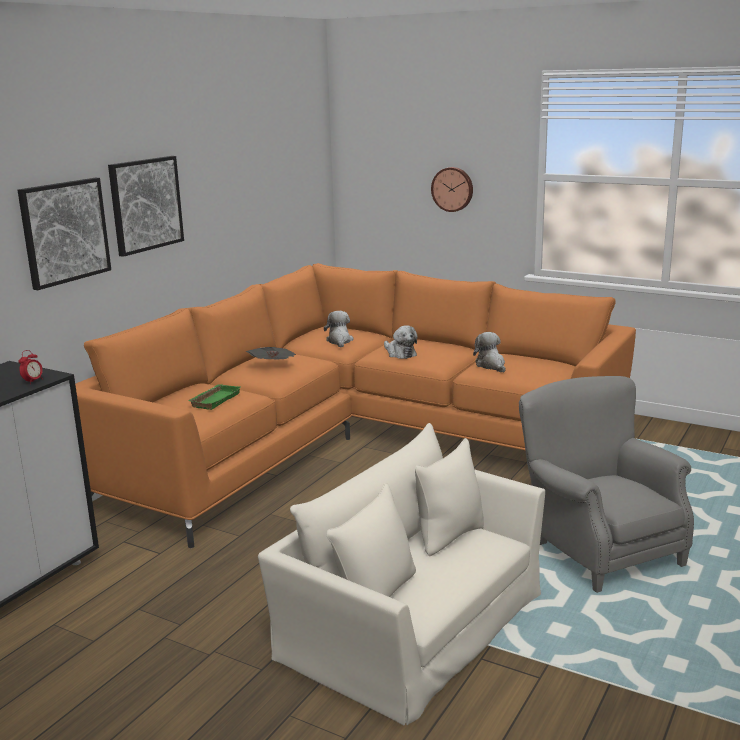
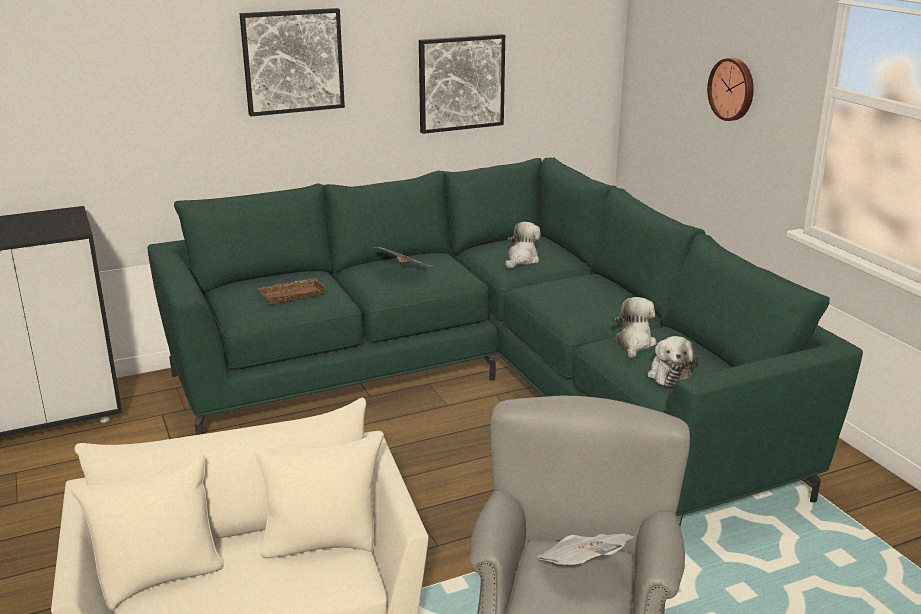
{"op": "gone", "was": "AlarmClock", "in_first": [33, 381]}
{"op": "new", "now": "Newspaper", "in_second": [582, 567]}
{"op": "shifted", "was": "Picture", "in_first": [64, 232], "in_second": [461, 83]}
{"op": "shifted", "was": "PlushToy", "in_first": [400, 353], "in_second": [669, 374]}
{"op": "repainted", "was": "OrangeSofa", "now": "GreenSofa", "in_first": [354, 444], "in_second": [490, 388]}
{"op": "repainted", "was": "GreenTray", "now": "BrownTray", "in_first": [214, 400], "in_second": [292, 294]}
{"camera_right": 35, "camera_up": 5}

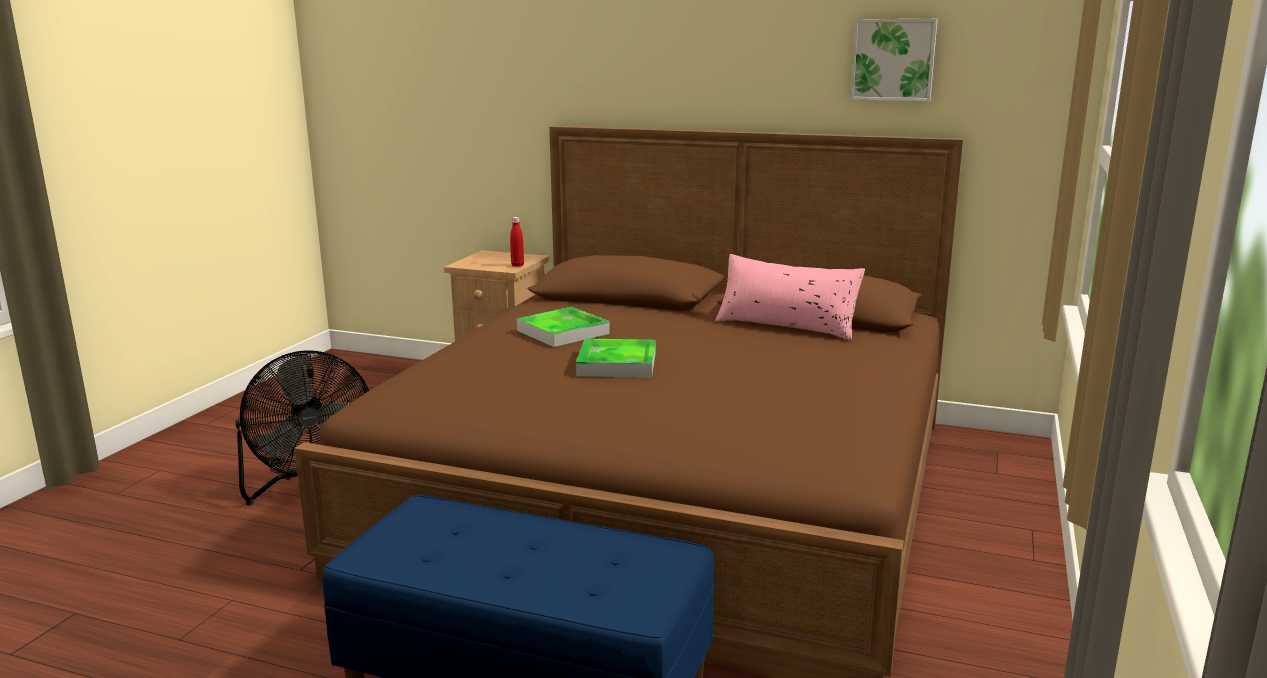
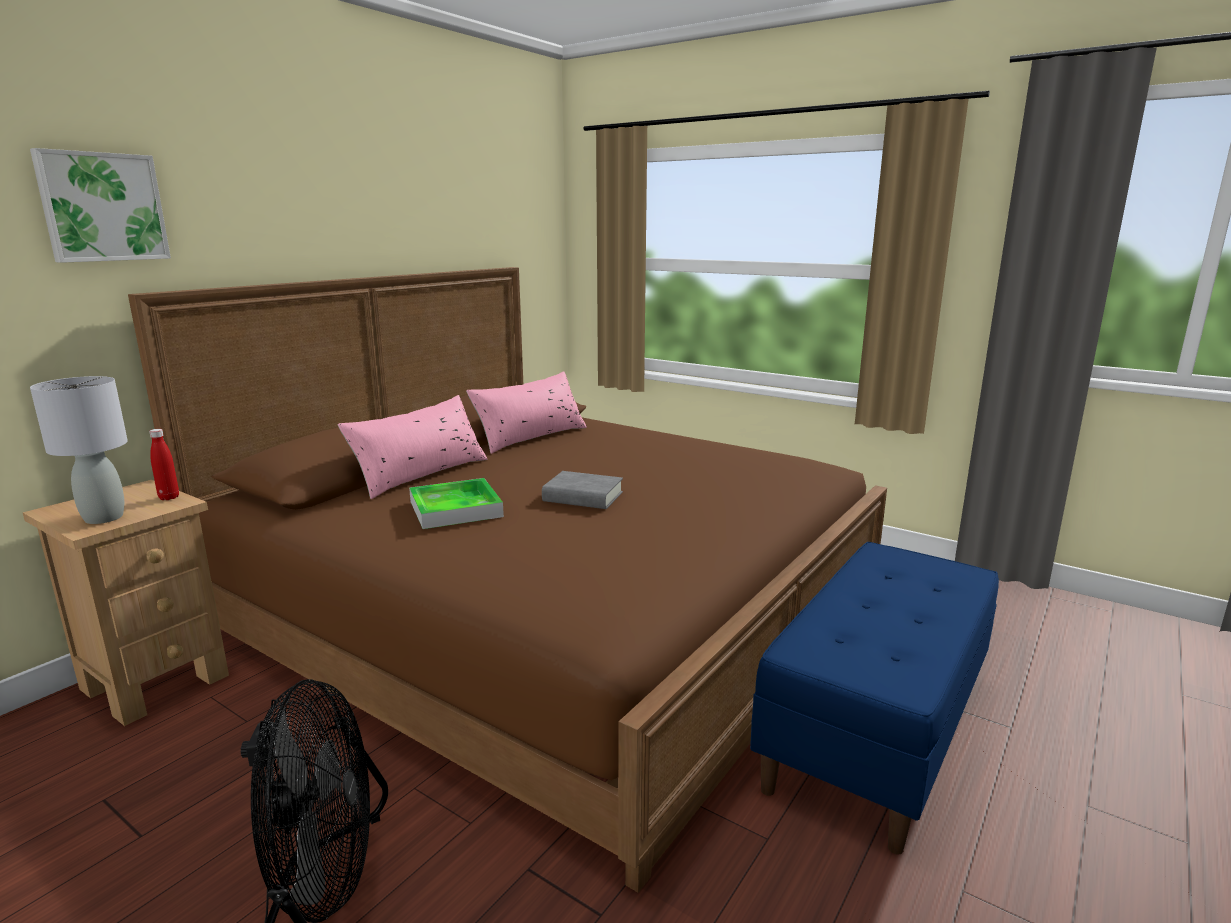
{"op": "new", "now": "GreyTableLamp", "in_second": [105, 517]}
{"op": "new", "now": "PinkPillow", "in_second": [421, 474]}
{"op": "shifted", "was": "Picture", "in_first": [893, 59], "in_second": [102, 207]}
{"op": "swapped", "was": "Tray", "now": "GreyBook", "in_first": [617, 364], "in_second": [583, 497]}
{"camera_right": -75, "camera_up": 0}

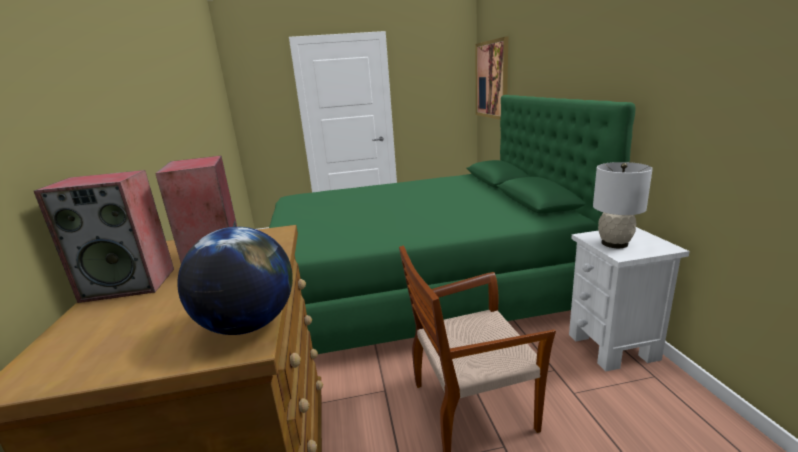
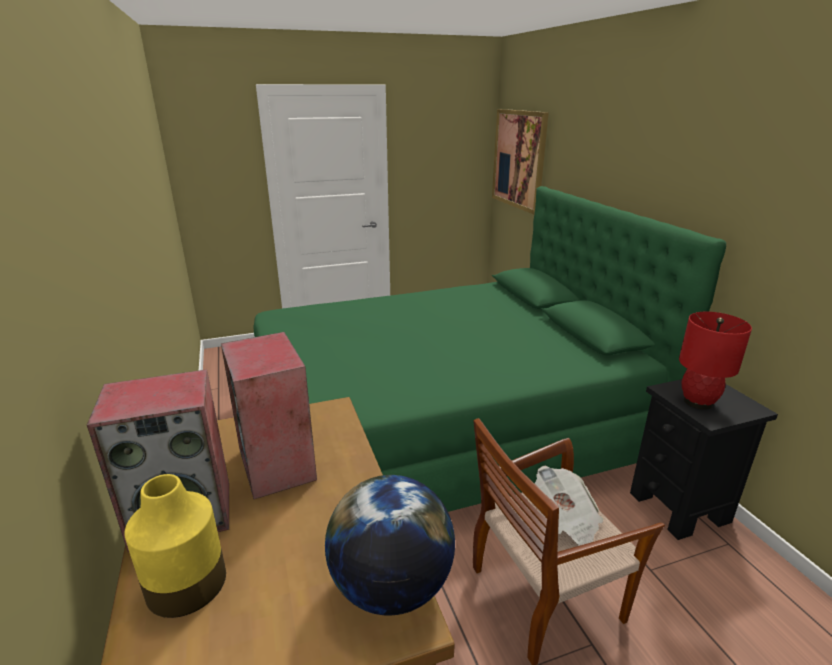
{"op": "new", "now": "YellowVase", "in_second": [186, 582]}
{"op": "new", "now": "Newspaper", "in_second": [565, 520]}
{"op": "repainted", "was": "WhiteNightstand", "now": "BlackNightstand", "in_first": [612, 347], "in_second": [678, 508]}
{"op": "repainted", "was": "WhiteTableLamp", "now": "RedTableLamp", "in_first": [614, 243], "in_second": [697, 402]}
{"camera_right": -10, "camera_up": 5}

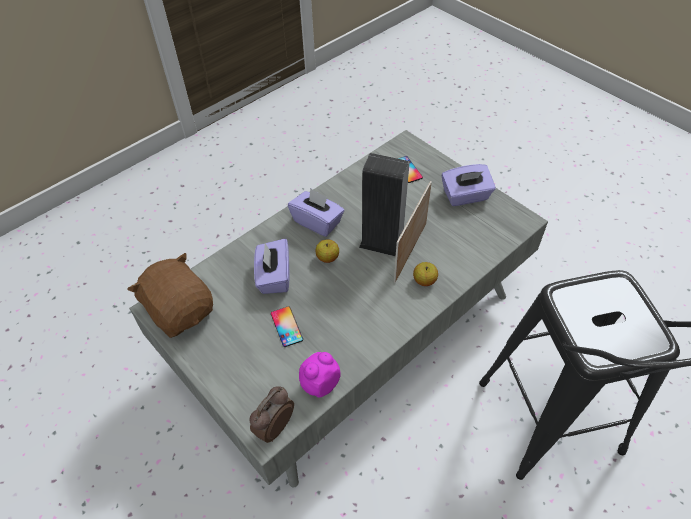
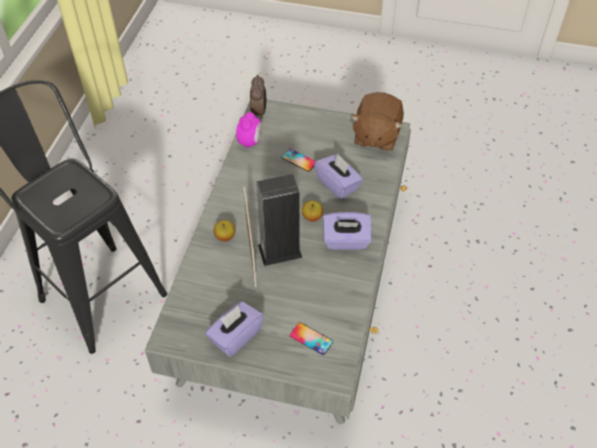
{"op": "rotated", "was": "BrownPlushToy", "in_first": [181, 311], "in_second": [376, 136], "clockwise": 90}
{"camera_right": 145, "camera_up": 0}

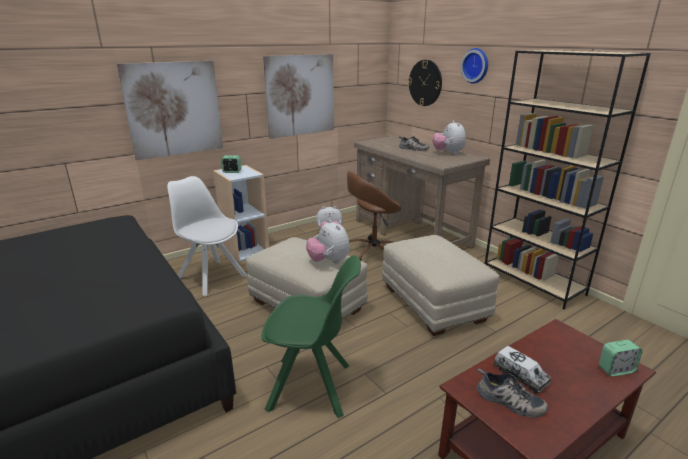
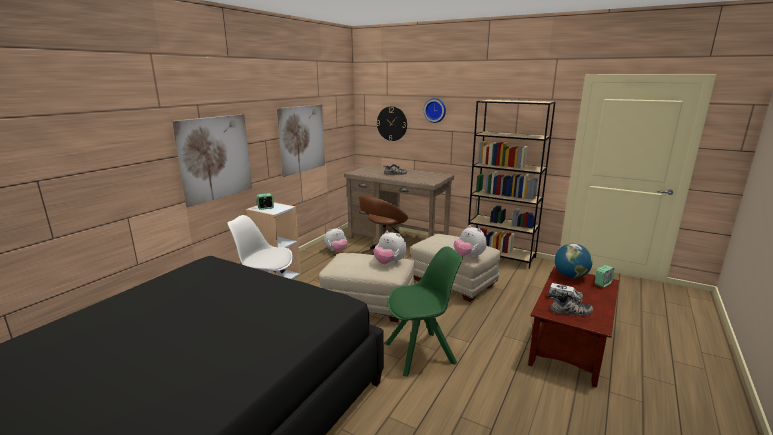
{"op": "new", "now": "Globe", "in_second": [570, 276]}
{"op": "shifted", "was": "PlushToy", "in_first": [448, 153], "in_second": [469, 256]}
{"camera_right": -25, "camera_up": -5}

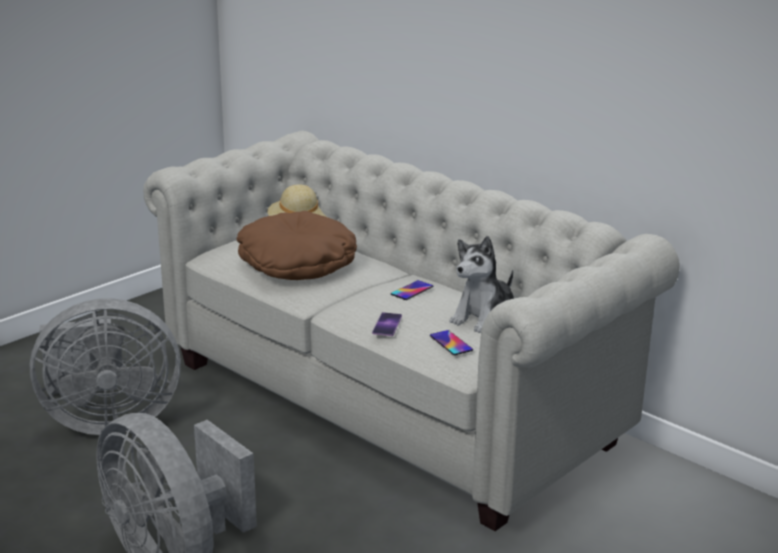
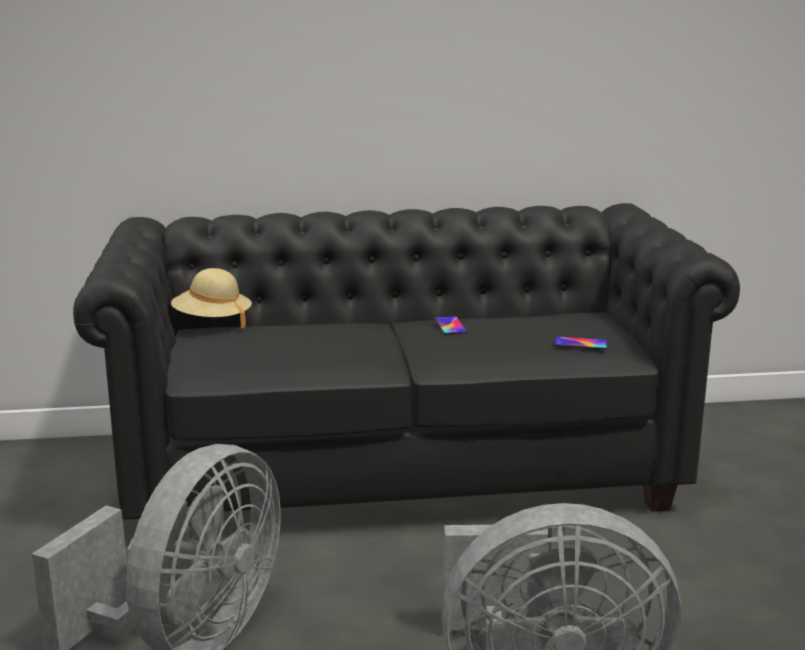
{"op": "gone", "was": "BrownPillow", "in_first": [299, 264]}
{"op": "gone", "was": "Phone", "in_first": [387, 324]}
{"op": "gone", "was": "PlushToy", "in_first": [485, 318]}
{"op": "repainted", "was": "WhiteSofa", "now": "BlackSofa", "in_first": [387, 402], "in_second": [402, 474]}
{"camera_right": -50, "camera_up": -5}

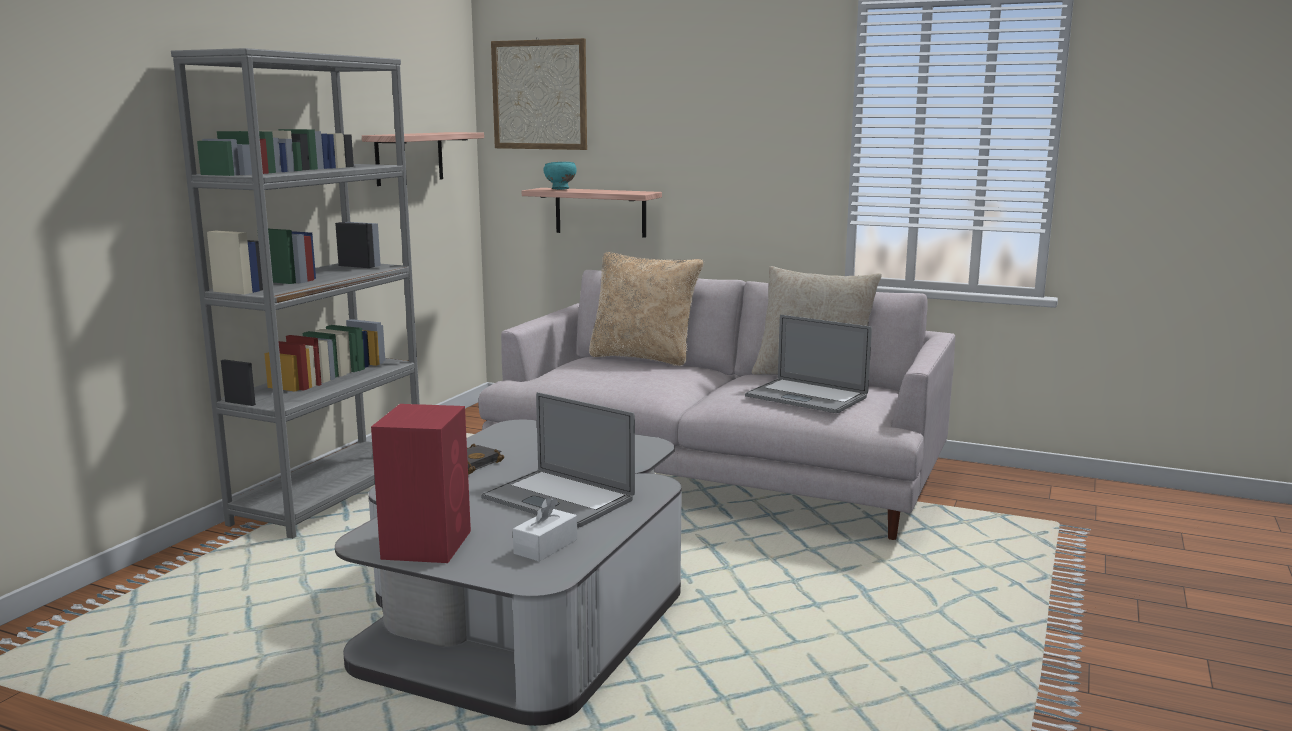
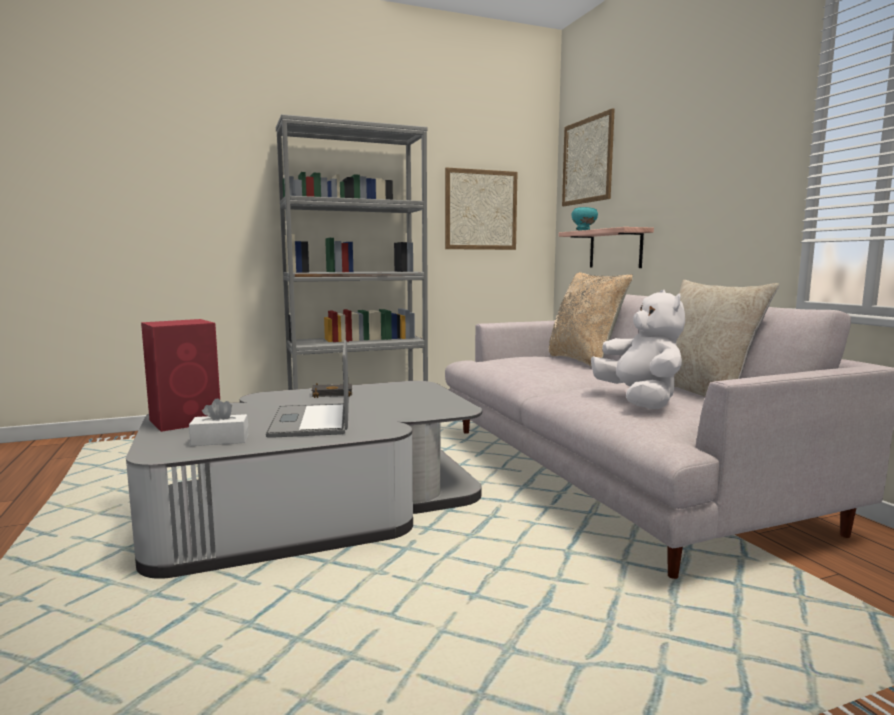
{"op": "swapped", "was": "Shelf", "now": "Picture", "in_first": [409, 158], "in_second": [481, 209]}
{"op": "swapped", "was": "Laptop", "now": "WhitePlushToy", "in_first": [806, 396], "in_second": [639, 401]}
{"camera_right": 45, "camera_up": -5}

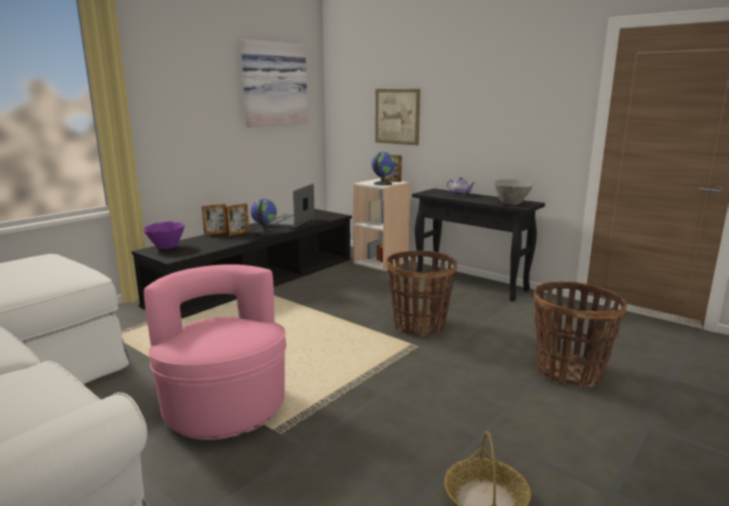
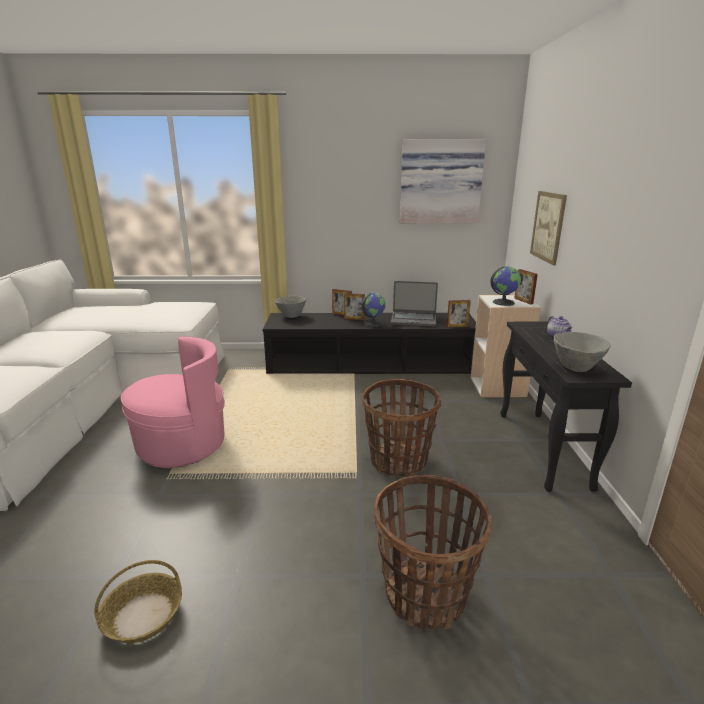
{"op": "new", "now": "PictureFrame", "in_second": [457, 326]}
{"op": "repainted", "was": "PurpleBowl", "now": "GreyBowl", "in_first": [166, 247], "in_second": [291, 316]}
{"op": "rotated", "was": "PinkArmchair", "in_first": [225, 408], "in_second": [181, 444], "clockwise": 45}
{"op": "rotated", "was": "Laptop", "in_first": [290, 222], "in_second": [413, 320], "clockwise": -150}
{"camera_right": 50, "camera_up": 5}

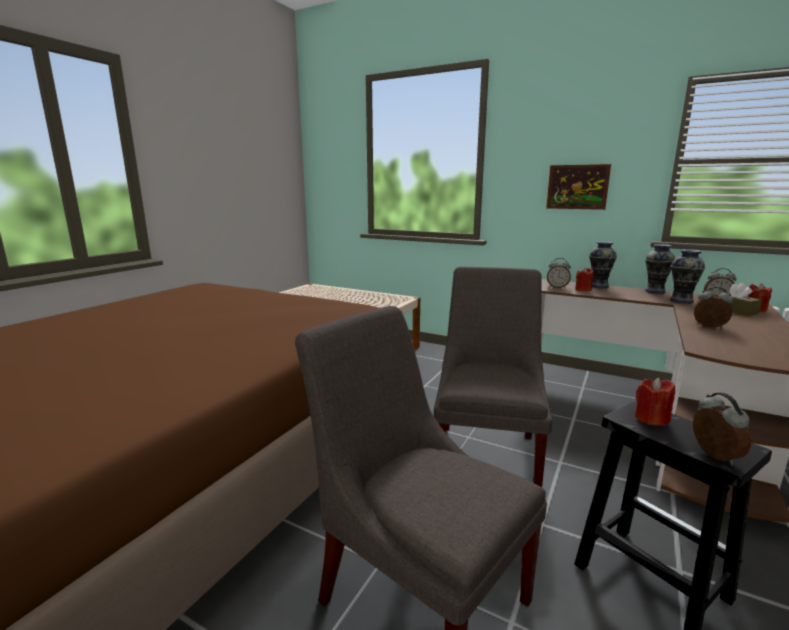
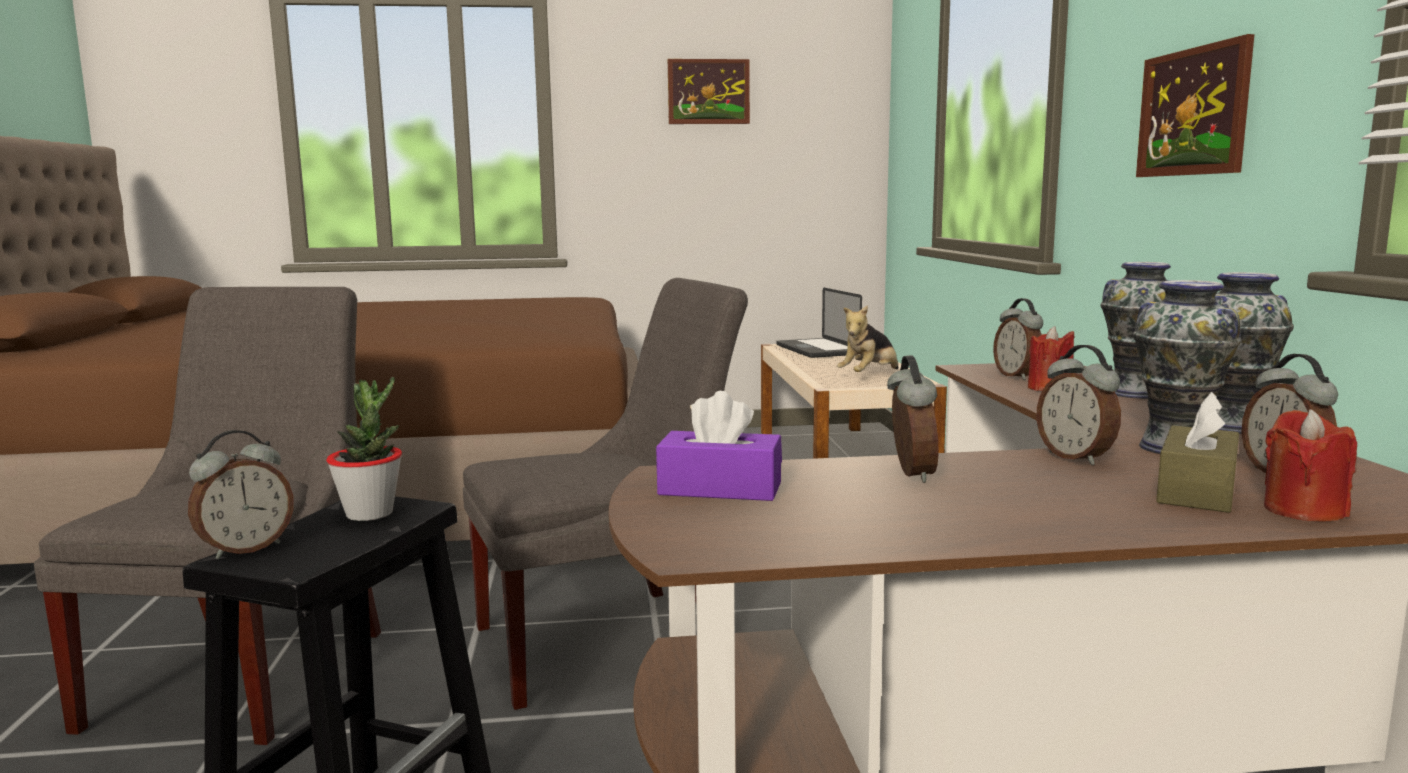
{"op": "new", "now": "PurpleTissueBox", "in_second": [720, 488]}
{"op": "new", "now": "Picture", "in_second": [708, 92]}
{"op": "new", "now": "Laptop", "in_second": [817, 350]}
{"op": "new", "now": "PlushToy", "in_second": [869, 376]}
{"op": "new", "now": "AlarmClock", "in_second": [1076, 457]}
{"op": "swapped", "was": "RedCandle", "now": "PottedPlant", "in_first": [651, 418], "in_second": [370, 514]}
{"camera_right": 55, "camera_up": -5}

